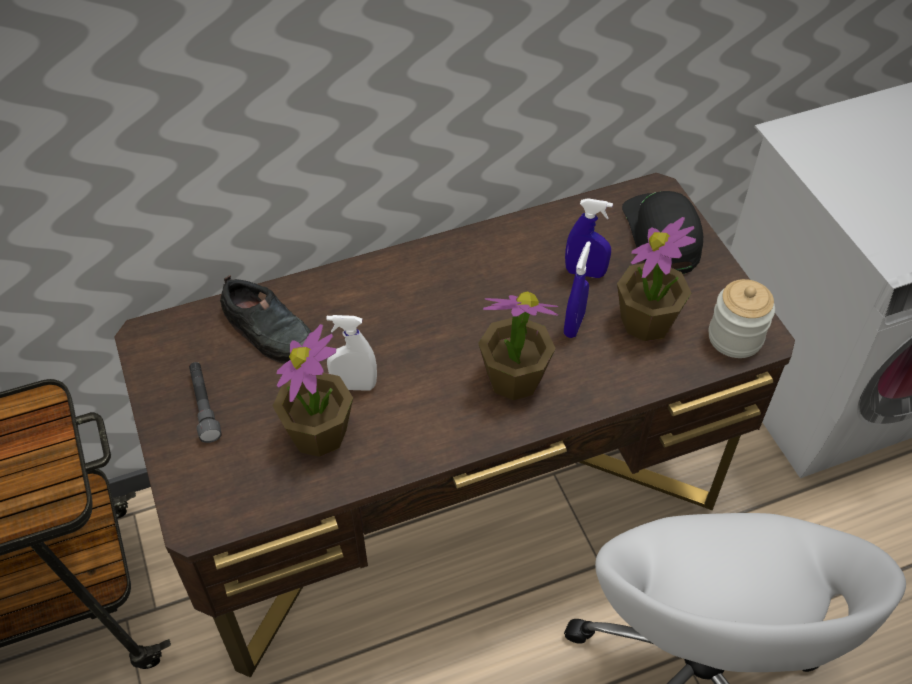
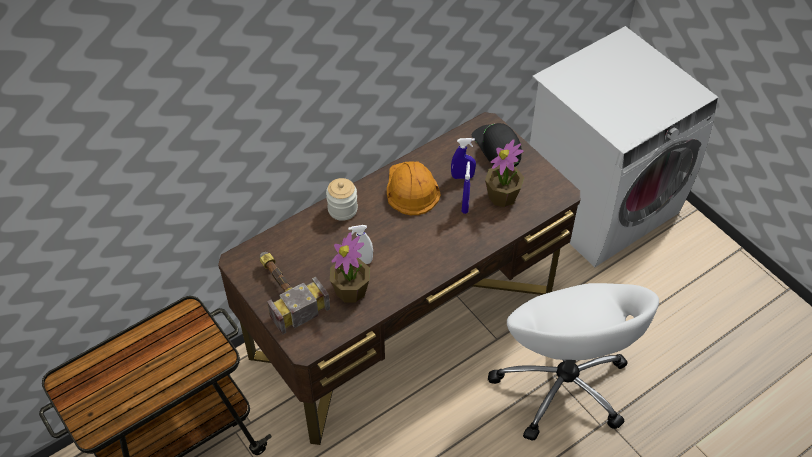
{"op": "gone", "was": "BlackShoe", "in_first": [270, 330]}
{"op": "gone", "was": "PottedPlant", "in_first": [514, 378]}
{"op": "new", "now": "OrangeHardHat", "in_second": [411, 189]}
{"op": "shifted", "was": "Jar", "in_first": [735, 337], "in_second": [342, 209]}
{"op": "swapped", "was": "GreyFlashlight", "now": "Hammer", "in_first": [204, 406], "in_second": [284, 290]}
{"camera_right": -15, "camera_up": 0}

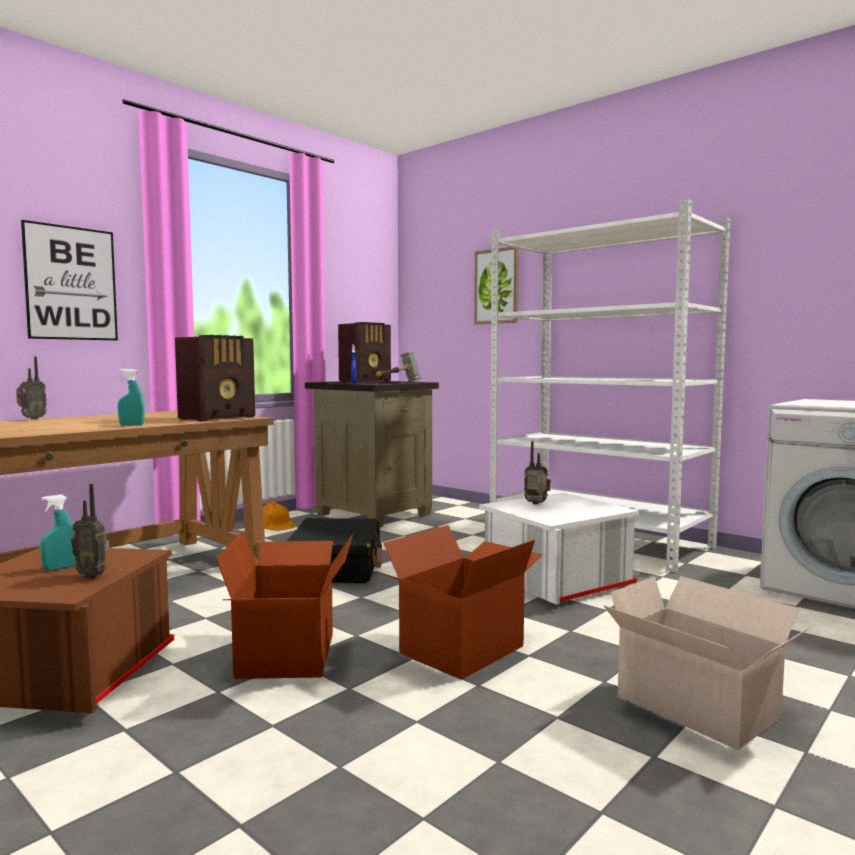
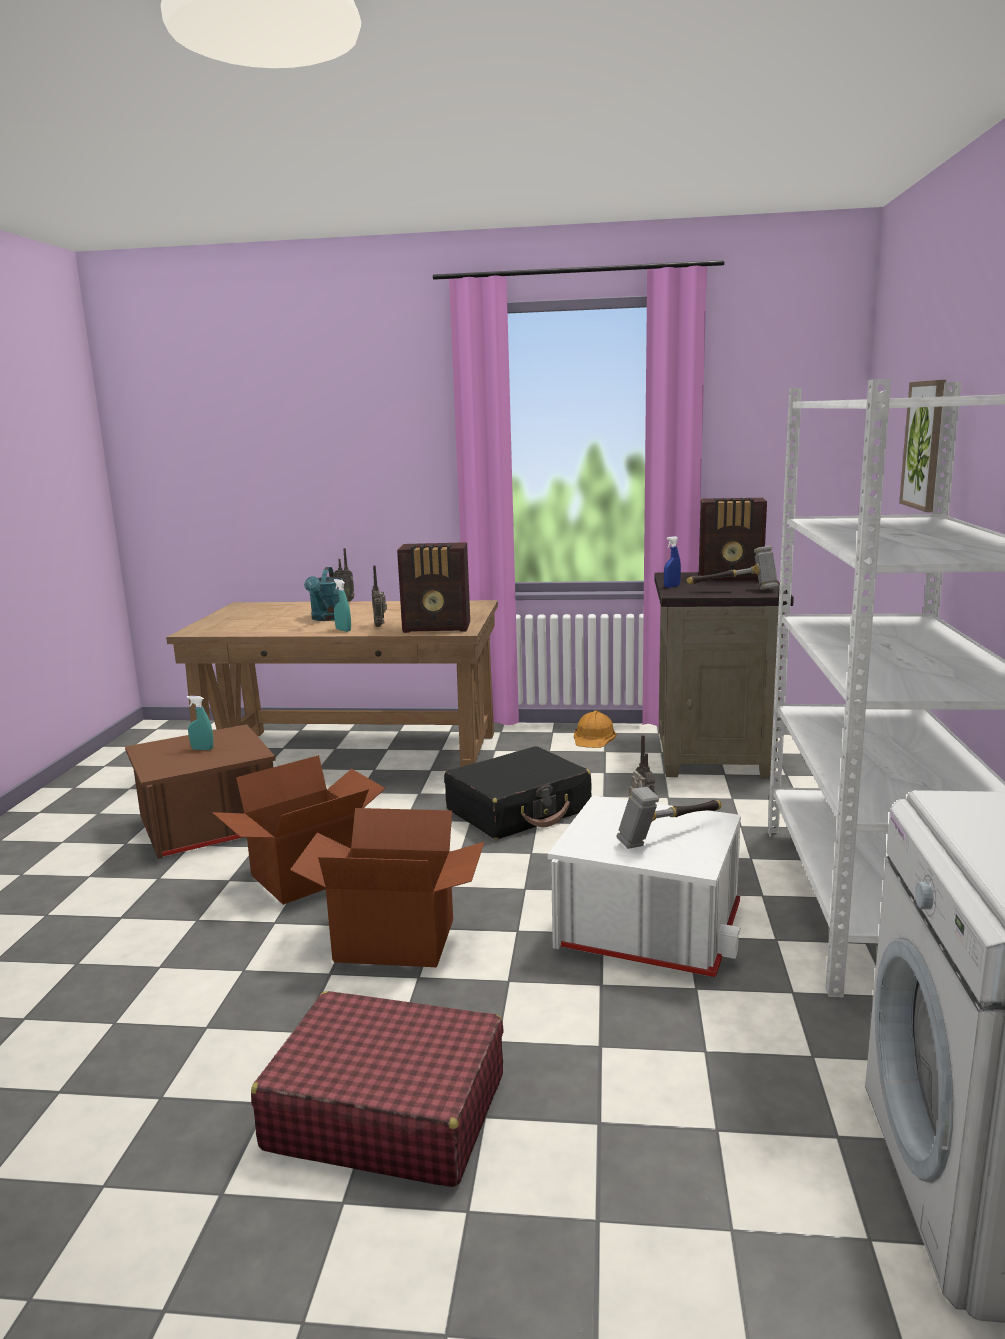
{"op": "gone", "was": "Picture", "in_first": [71, 283]}
{"op": "new", "now": "TurquoiseWateringCan", "in_second": [327, 618]}
{"op": "new", "now": "Hammer", "in_second": [670, 835]}
{"op": "shifted", "was": "Radio", "in_first": [93, 575], "in_second": [380, 626]}
{"op": "swapped", "was": "CardboardBox", "now": "RedSuitcase", "in_first": [700, 709], "in_second": [386, 1111]}
{"camera_right": 55, "camera_up": 10}

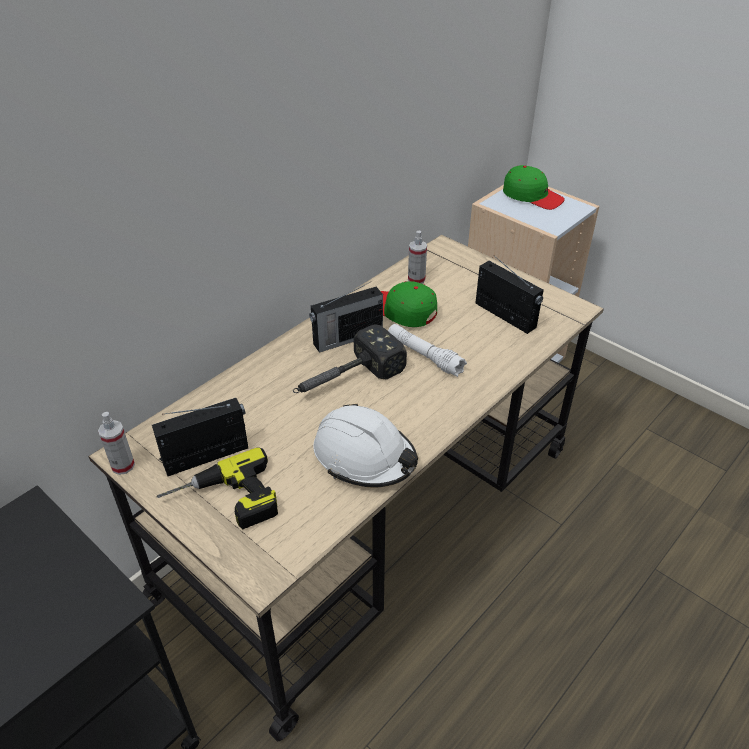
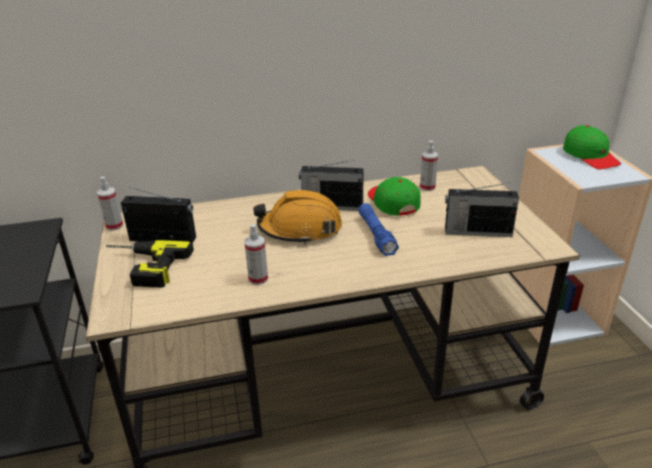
{"op": "swapped", "was": "Hammer", "now": "OrangeHardHat", "in_first": [345, 379], "in_second": [300, 229]}
{"op": "swapped", "was": "WhiteHardHat", "now": "SprayBottle", "in_first": [365, 456], "in_second": [258, 279]}
{"op": "repainted", "was": "WhiteFlashlight", "now": "BlueFlashlight", "in_first": [424, 356], "in_second": [376, 235]}
{"op": "rotated", "was": "Radio", "in_first": [506, 316], "in_second": [476, 231], "clockwise": 105}
{"camera_right": 35, "camera_up": -10}

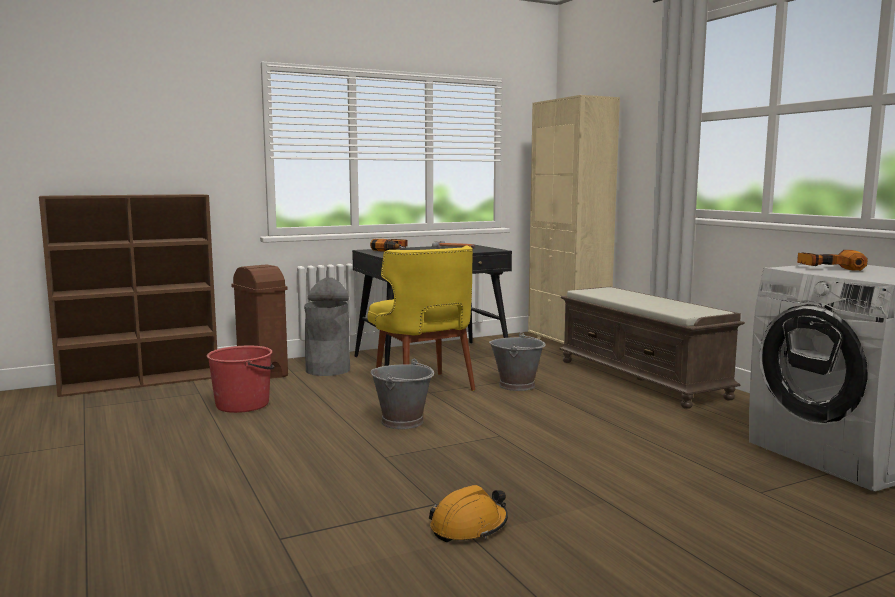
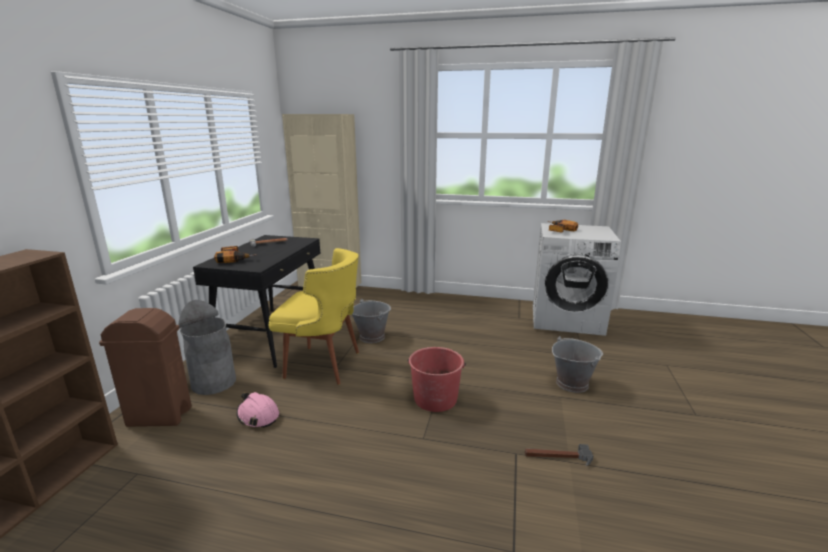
{"op": "gone", "was": "BrownBench", "in_first": [642, 379]}
{"op": "new", "now": "PinkHardHat", "in_second": [258, 415]}
{"op": "shifted", "was": "RedBucket", "in_first": [243, 404], "in_second": [435, 398]}
{"op": "shifted", "was": "GreyBucket", "in_first": [403, 421], "in_second": [572, 383]}
{"op": "swapped", "was": "OrangeHardHat", "now": "Hammer", "in_first": [469, 527], "in_second": [558, 456]}
{"camera_right": -50, "camera_up": 10}

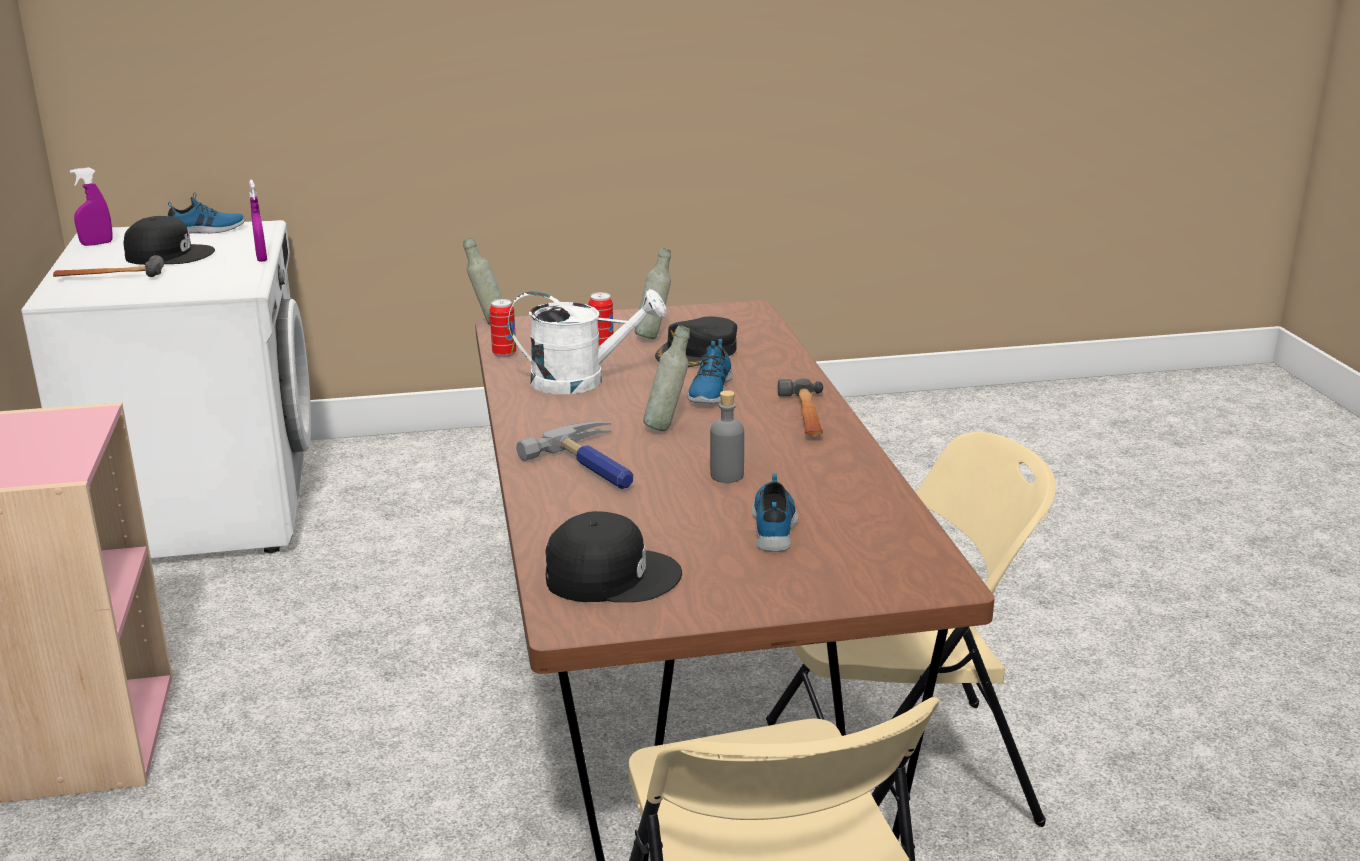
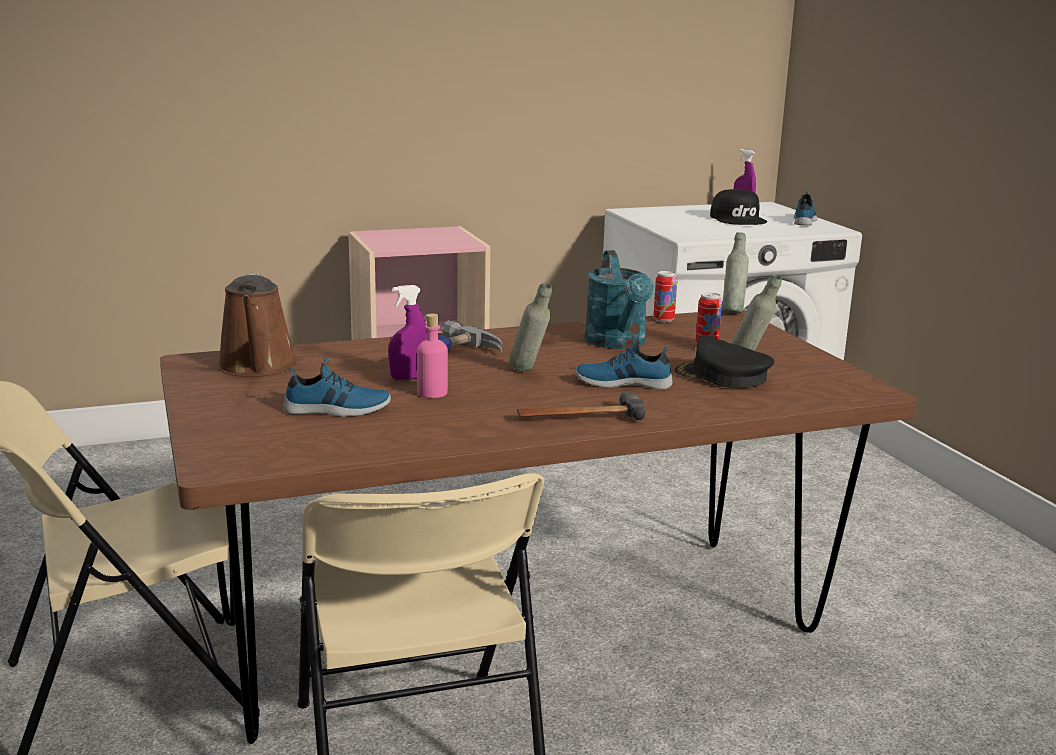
{"op": "gone", "was": "Hammer", "in_first": [109, 276]}
{"op": "shifted", "was": "PurpleSprayBottle", "in_first": [261, 258], "in_second": [409, 378]}
{"op": "swapped", "was": "BlackCap", "now": "BrownWateringCan", "in_first": [611, 575], "in_second": [257, 367]}
{"op": "repainted", "was": "WhiteWateringCan", "now": "TurquoiseWateringCan", "in_first": [581, 381], "in_second": [618, 343]}
{"op": "repainted", "was": "GreyBottle", "now": "PinkBottle", "in_first": [727, 475], "in_second": [432, 393]}
{"op": "rotated", "was": "Shoe", "in_first": [206, 230], "in_second": [805, 220], "clockwise": -135}
{"camera_right": 80, "camera_up": -5}

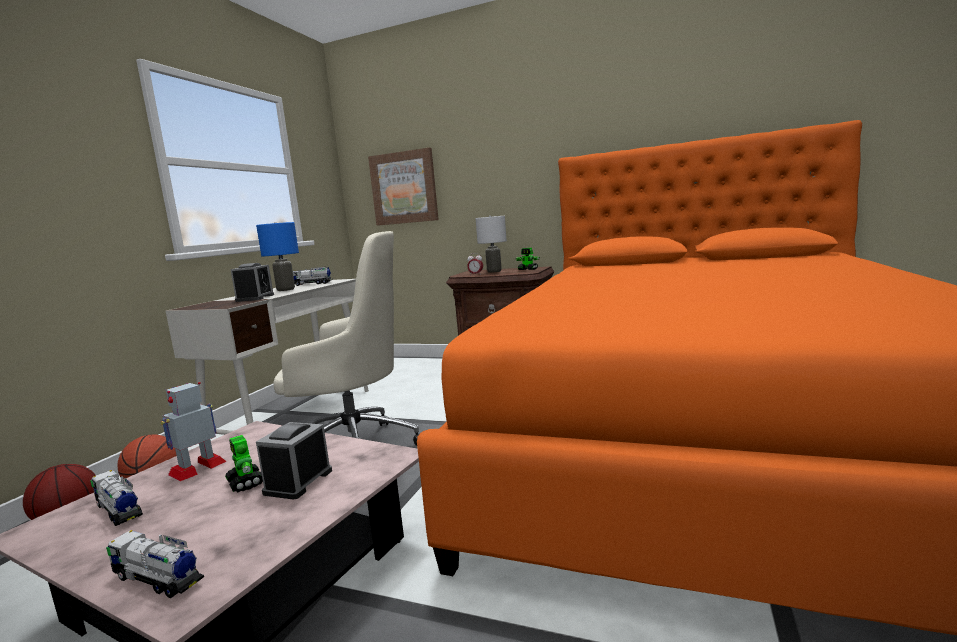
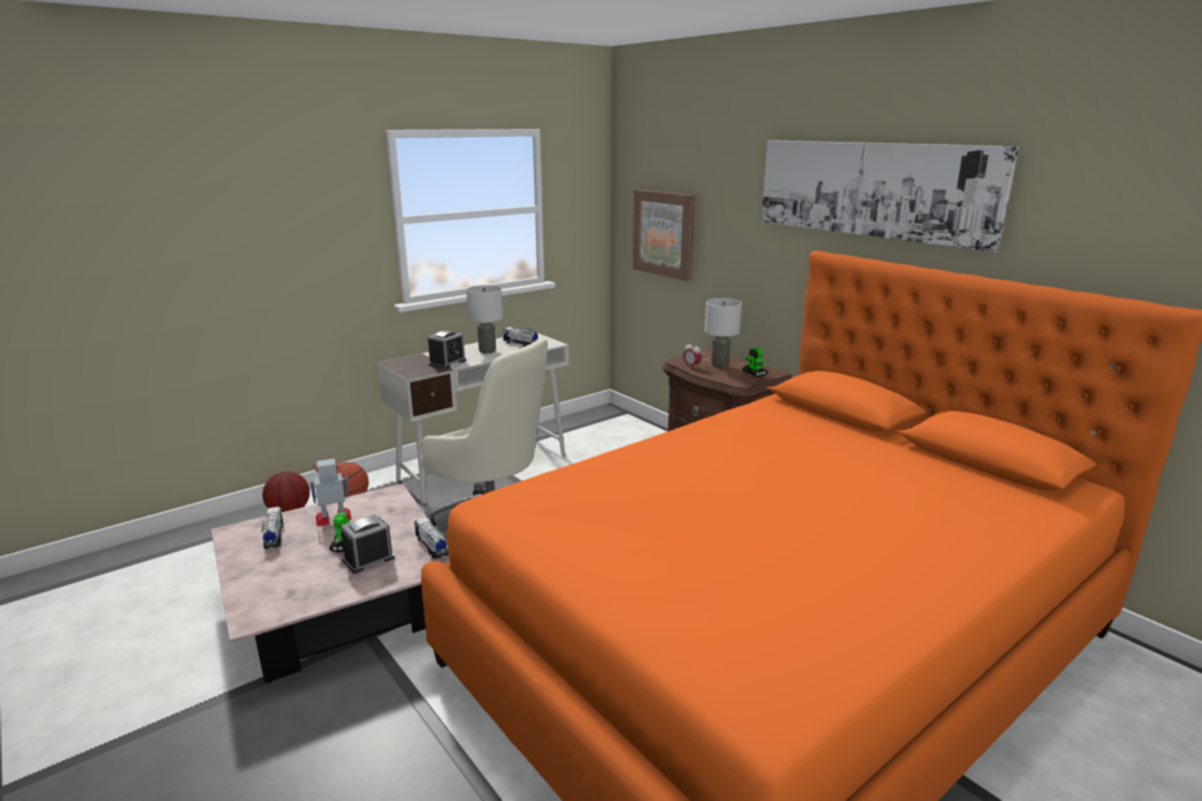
{"op": "new", "now": "Picture", "in_second": [872, 189]}
{"op": "shifted", "was": "ToyTruck", "in_first": [158, 579], "in_second": [432, 546]}
{"op": "repainted", "was": "BlueTableLamp", "now": "WhiteTableLamp", "in_first": [285, 290], "in_second": [486, 351]}
{"camera_right": 30, "camera_up": 10}

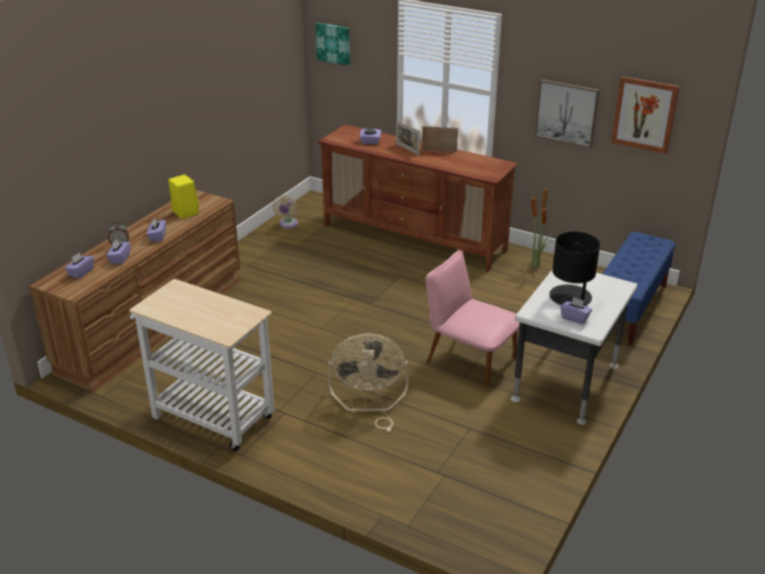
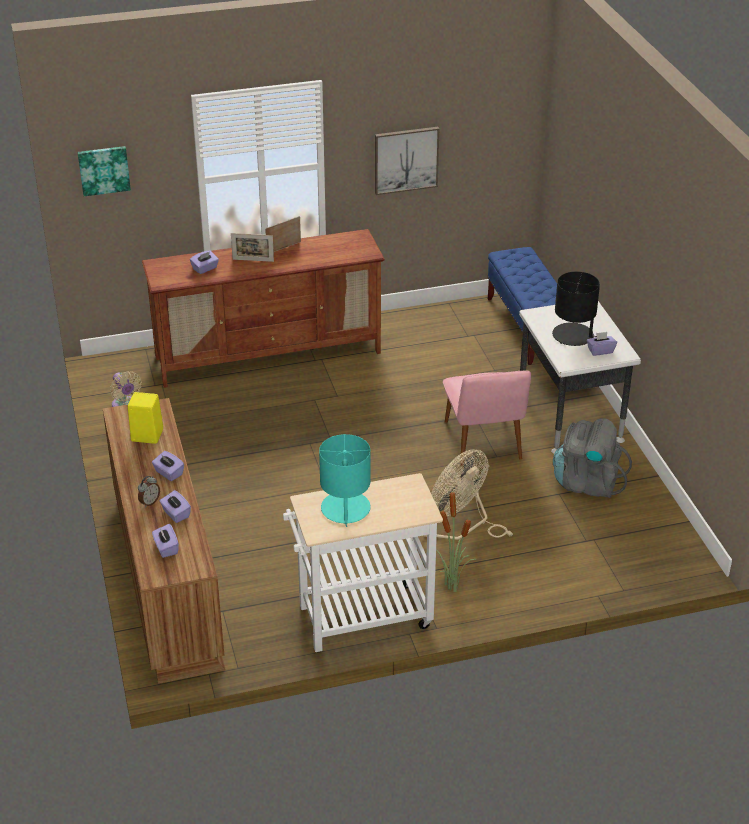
{"op": "gone", "was": "Picture", "in_first": [644, 114]}
{"op": "new", "now": "TurquoiseTableLamp", "in_second": [345, 509]}
{"op": "new", "now": "GreyBackpack", "in_second": [587, 483]}
{"op": "shifted", "was": "PottedPlant", "in_first": [536, 266], "in_second": [452, 586]}
{"op": "rotated", "was": "PinkChair", "in_first": [471, 360], "in_second": [482, 440], "clockwise": -90}
{"camera_right": -45, "camera_up": 5}

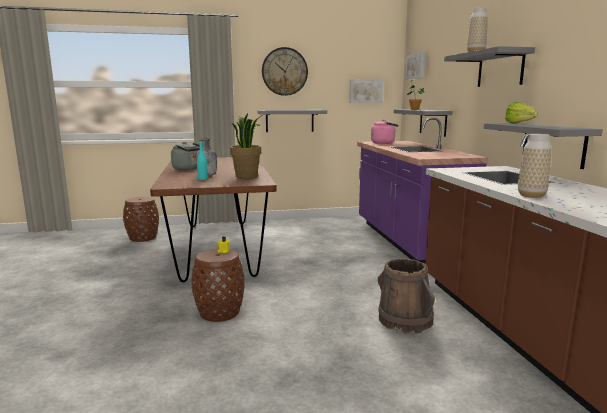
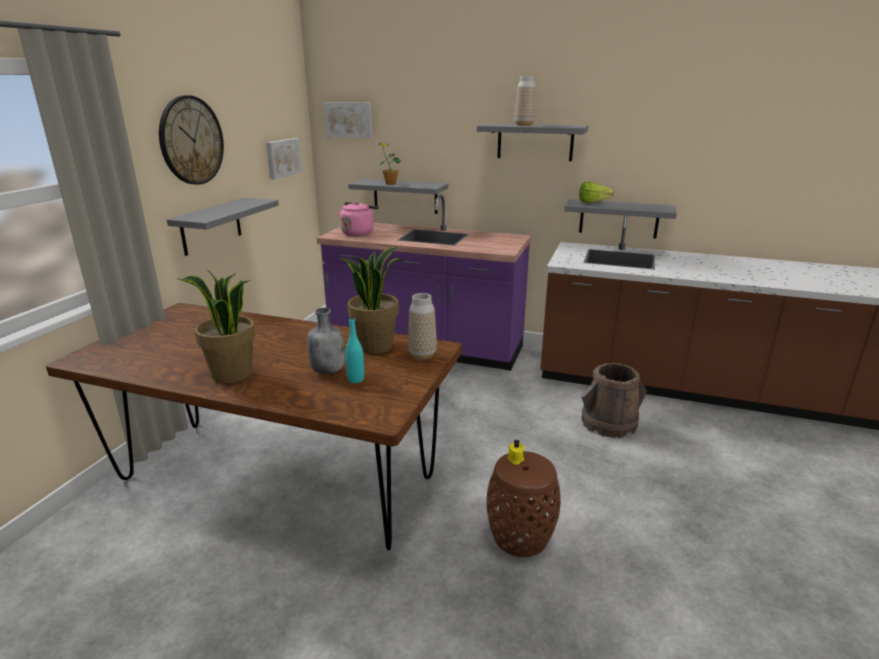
{"op": "gone", "was": "BrownStool", "in_first": [143, 238]}
{"op": "shifted", "was": "Vase", "in_first": [531, 195], "in_second": [422, 355]}
{"op": "swapped", "was": "GreyKettle", "now": "PottedPlant", "in_first": [188, 169], "in_second": [232, 374]}
{"camera_right": -60, "camera_up": 10}

